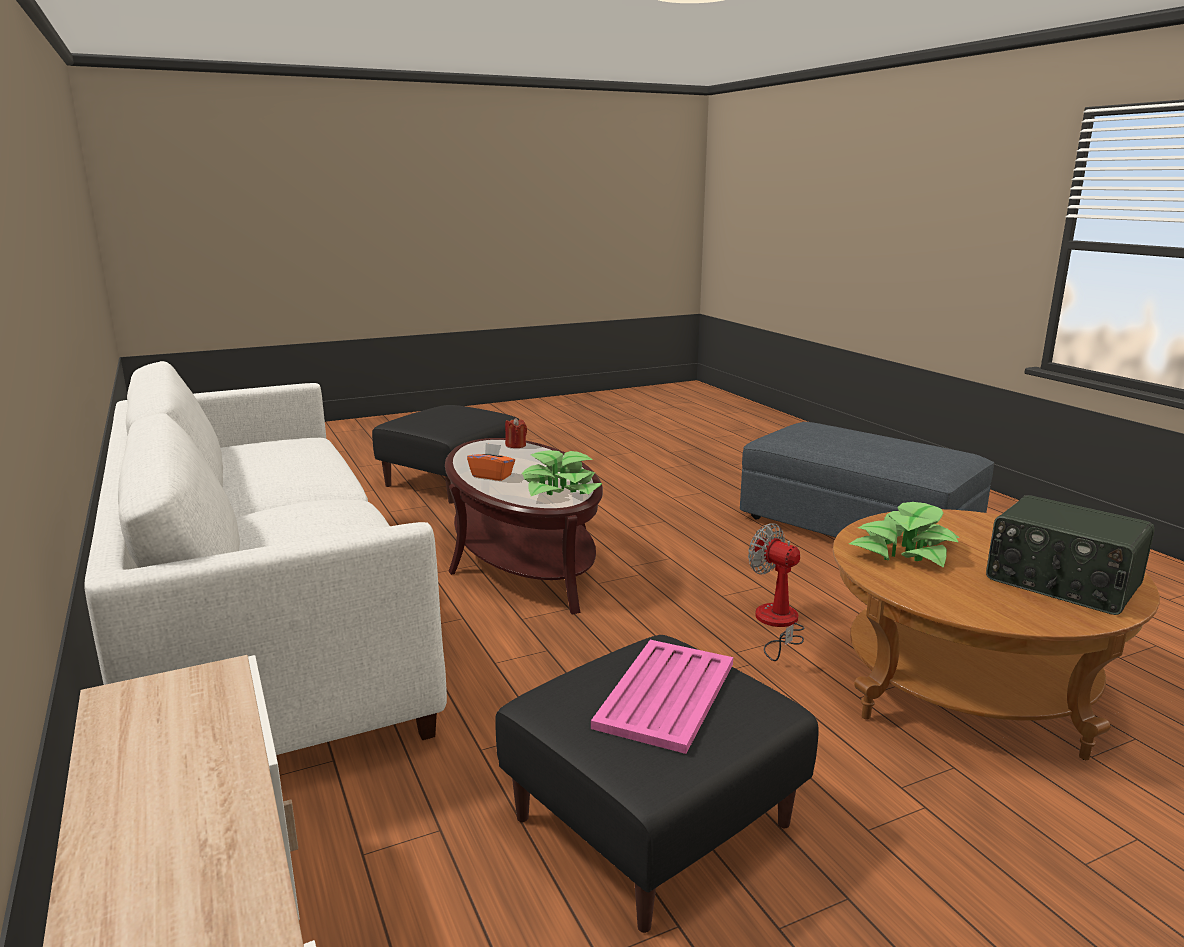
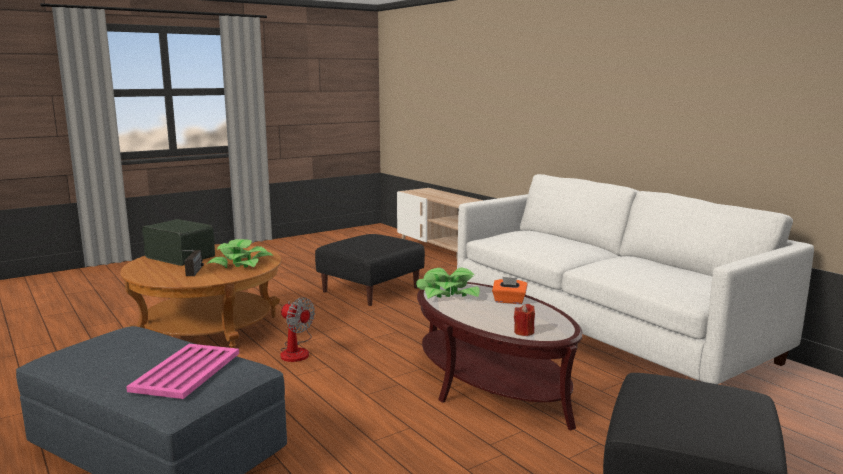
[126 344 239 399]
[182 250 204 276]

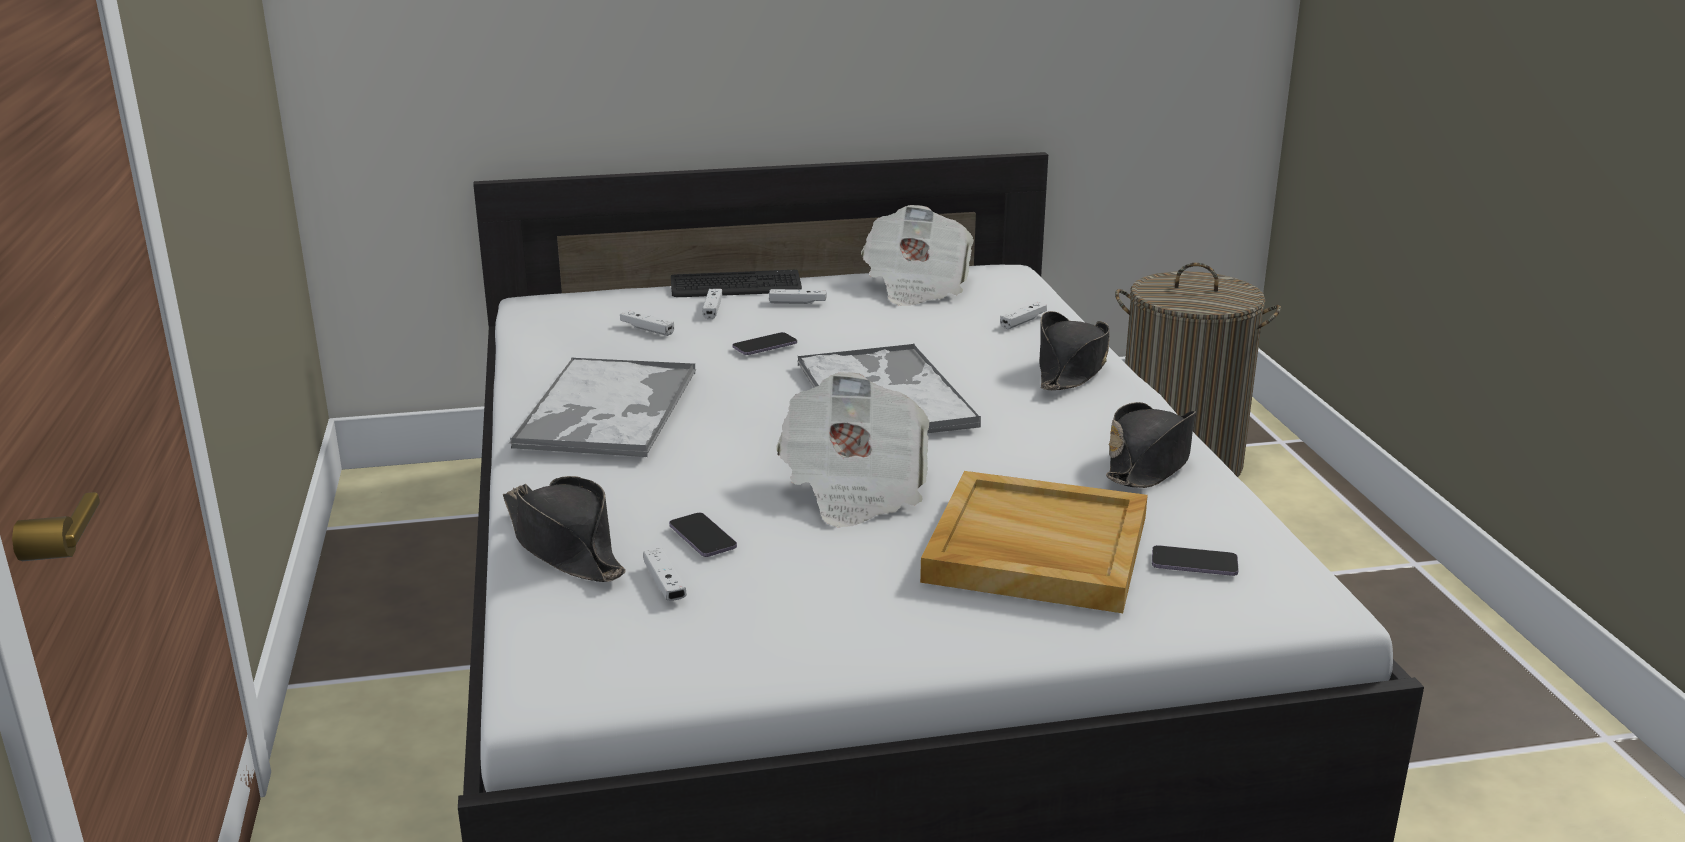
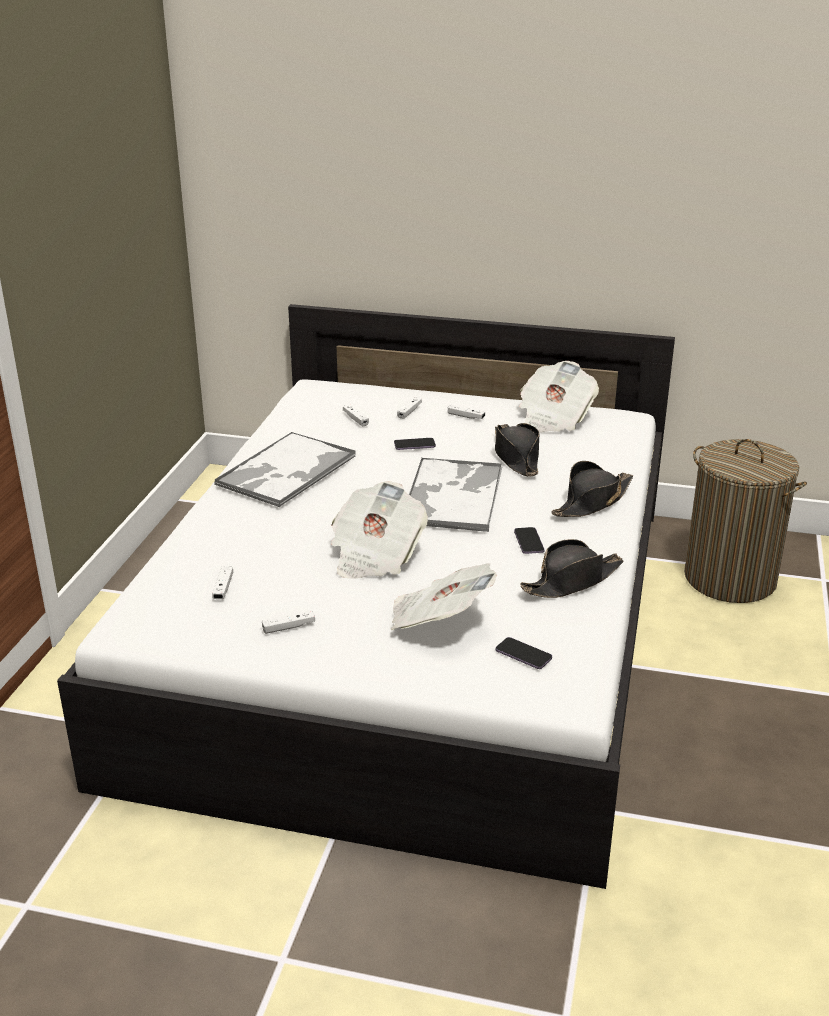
[495 423 540 477]
[514 527 545 554]
[671 270 802 297] (first image)
[390 563 497 630]
[262 610 315 634]

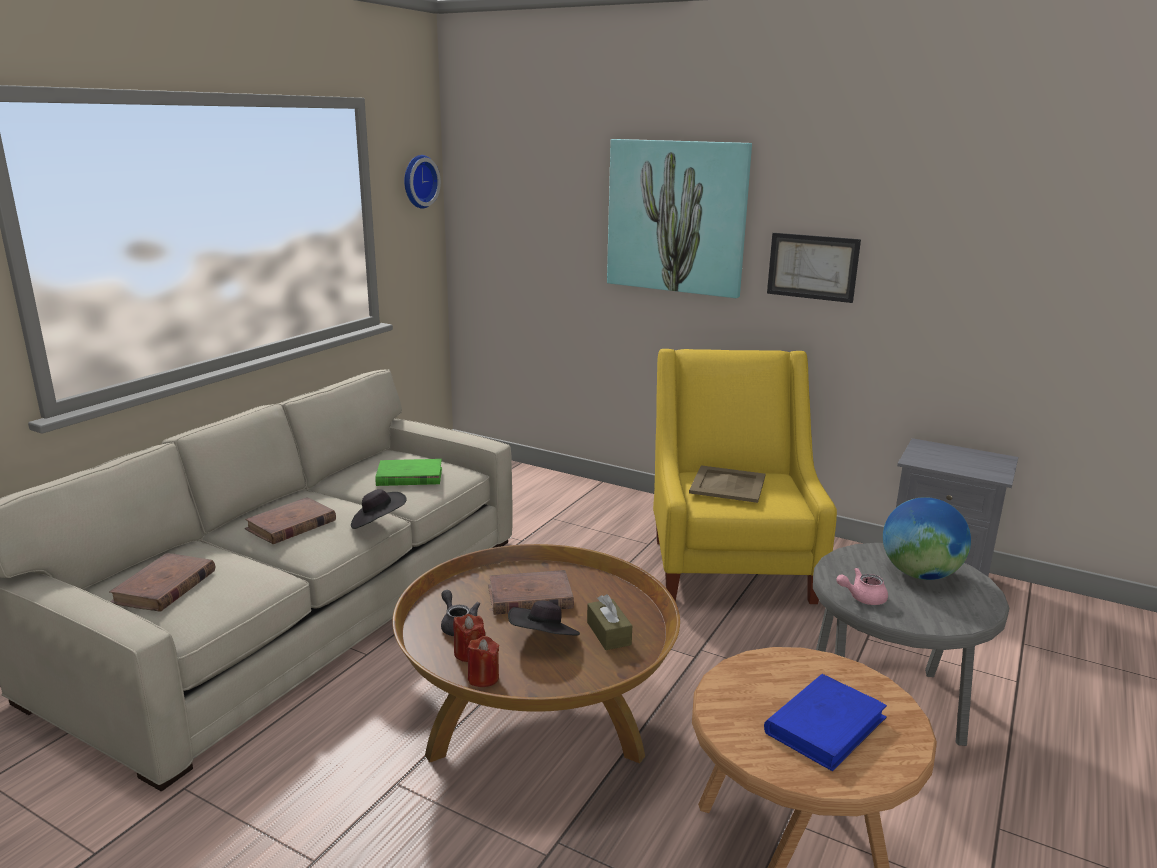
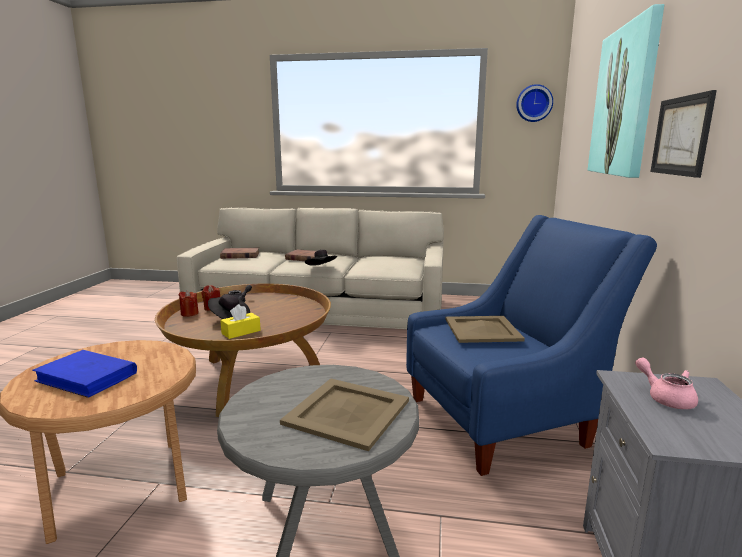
[375 459 442 486] (first image)
[488 570 574 615] (first image)
[220 304 261 339]
[406 215 657 476]
[635 357 698 409]
[280 378 409 451]

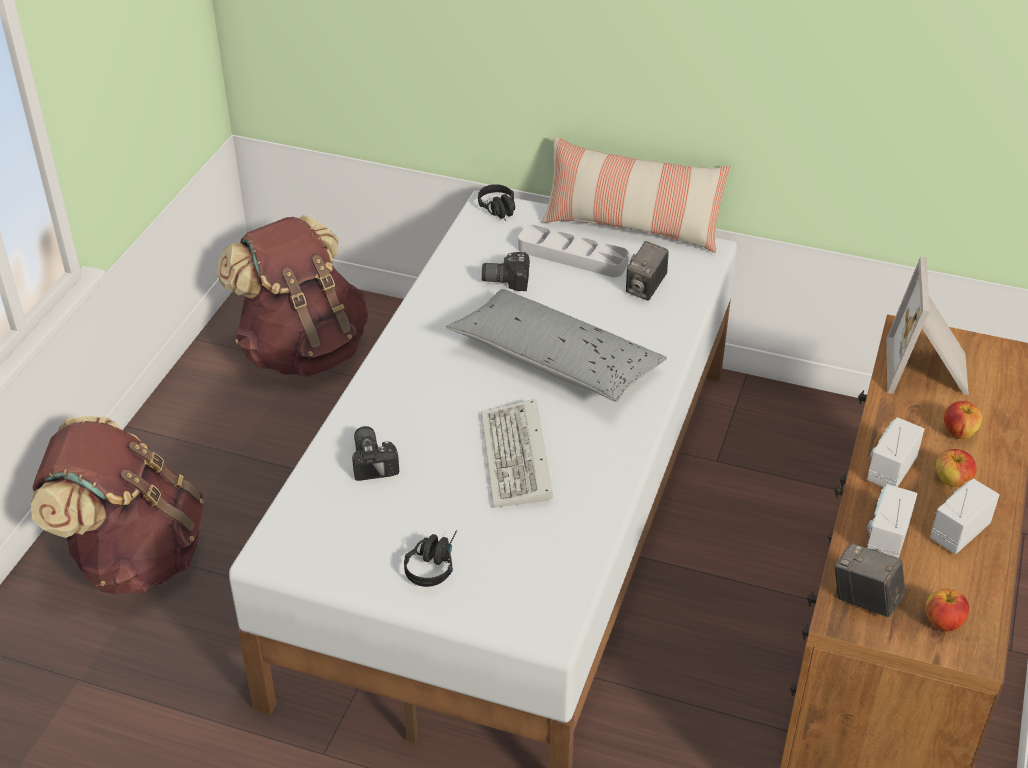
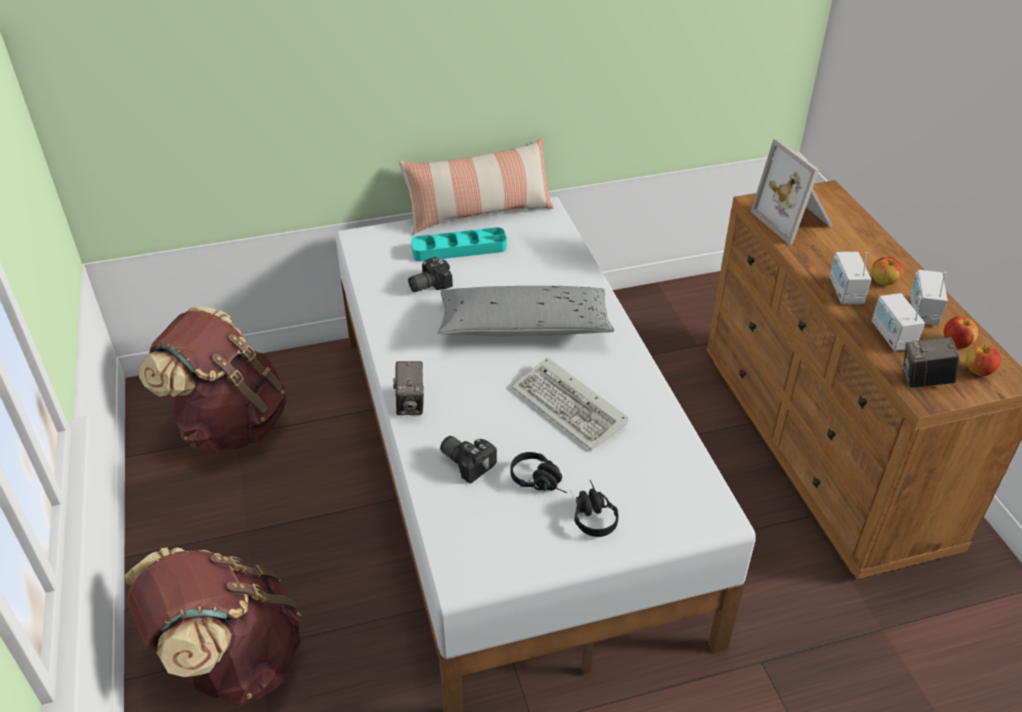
[510 452 568 493]
[411 227 507 261]
[393 361 424 415]
[944 317 978 349]

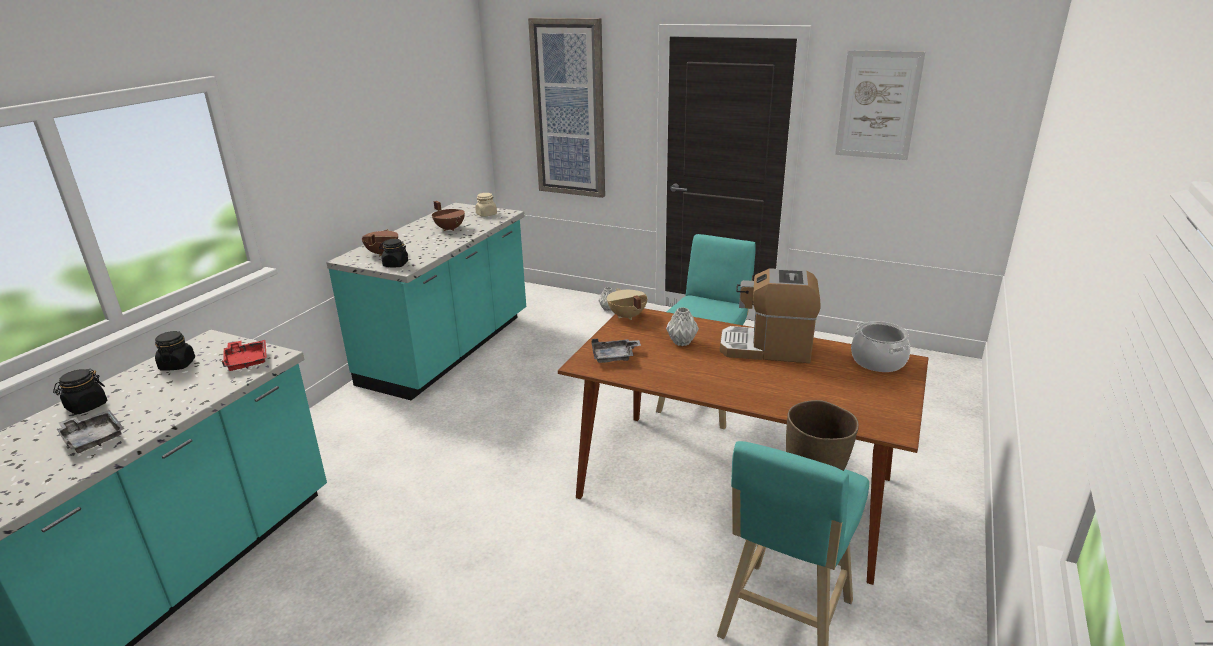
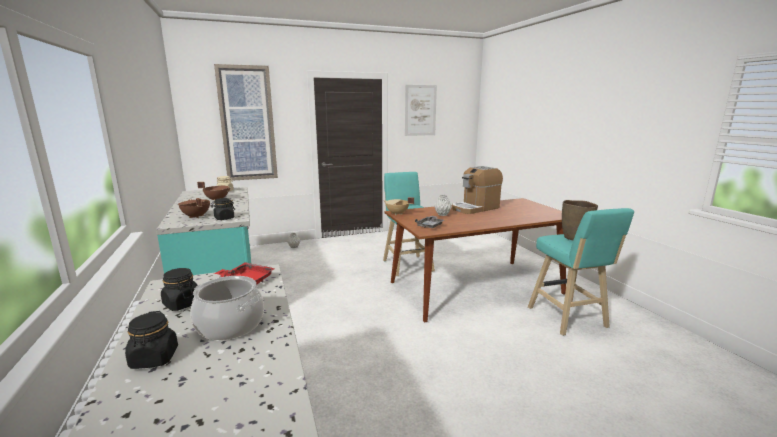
[57 410 124 453] (first image)
[190 276 264 340]

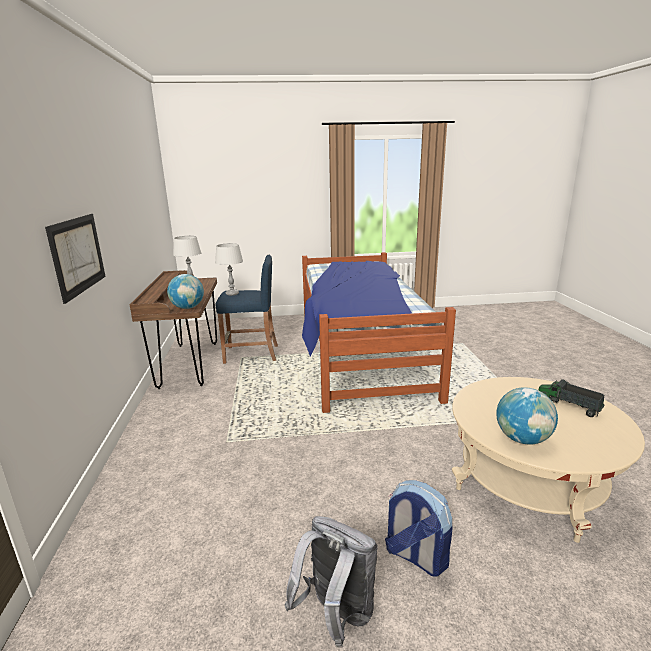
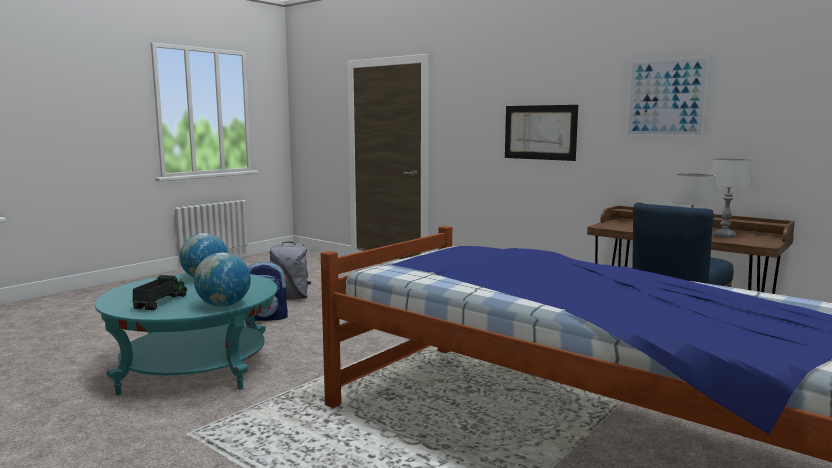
[194 253 251 307]
[95 273 277 395]
[132 275 187 310]
[625 56 711 137]

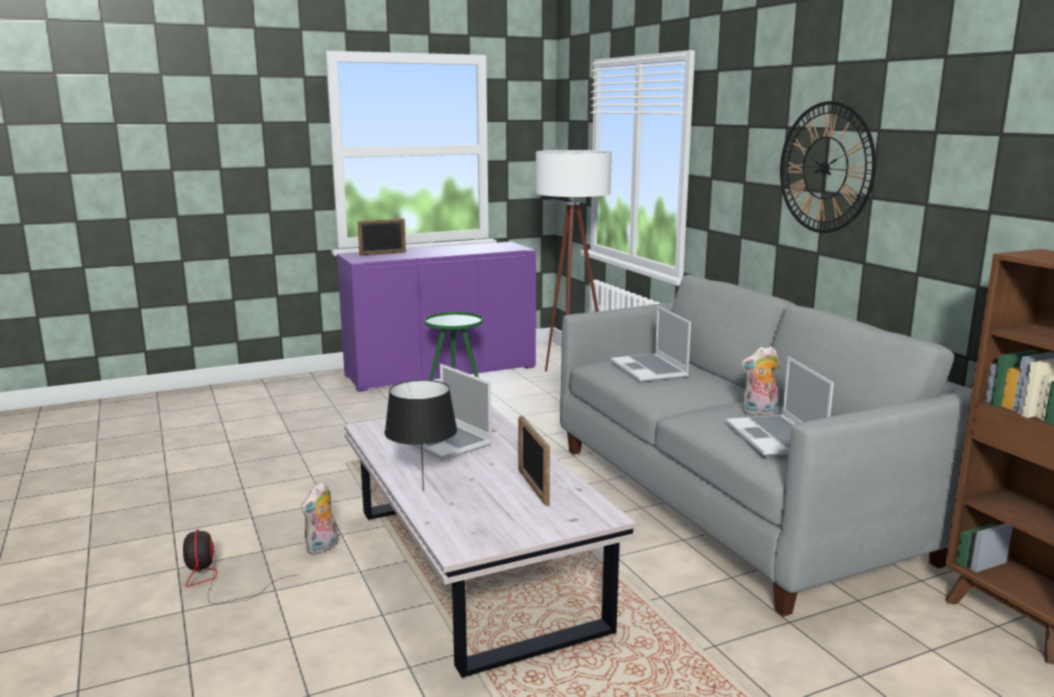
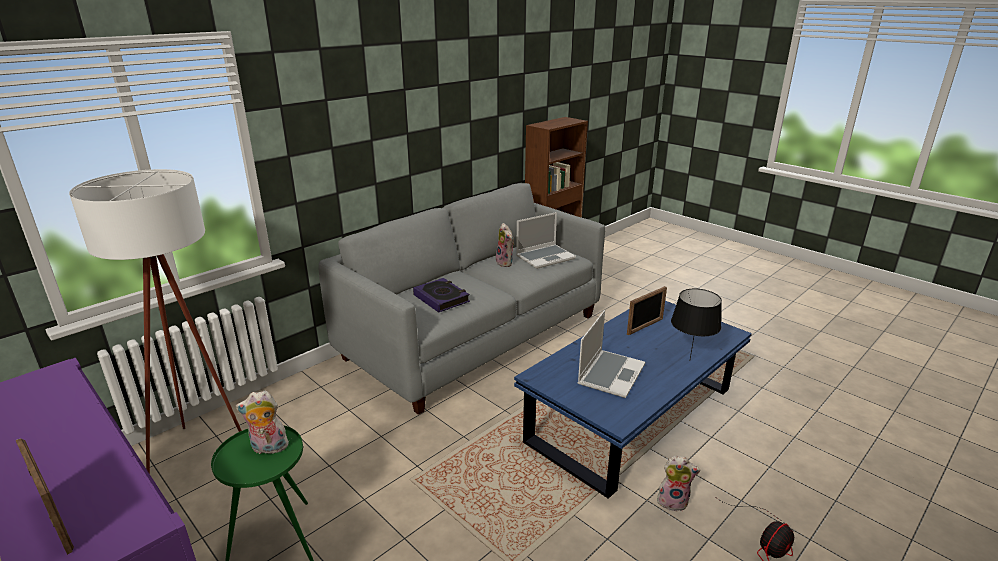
[514 301 752 499]
[413 278 470 313]
[780 101 876 233] (first image)
[236 391 289 454]

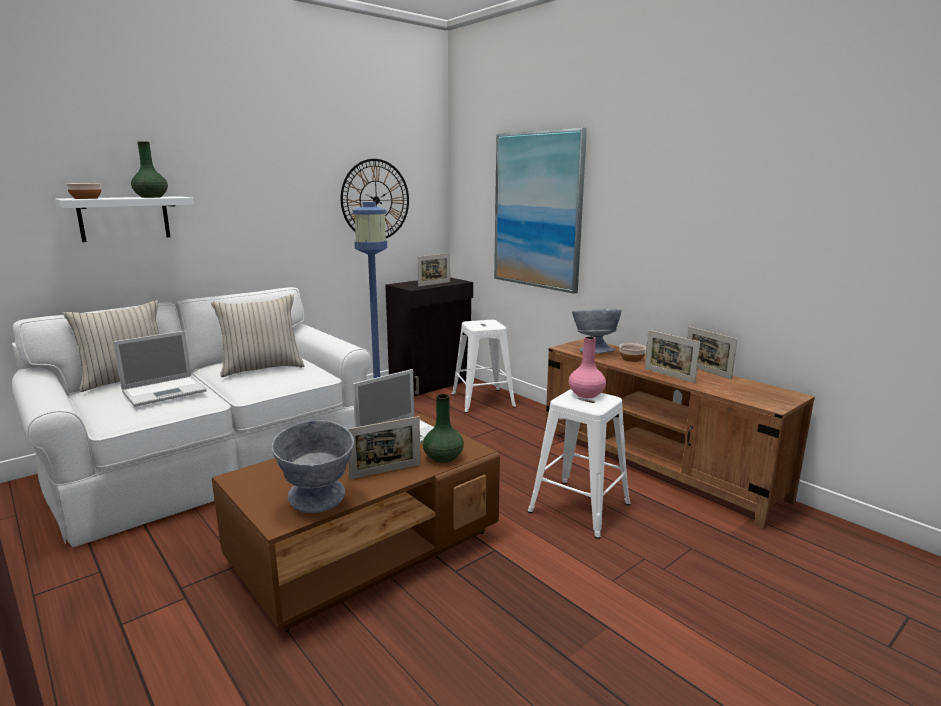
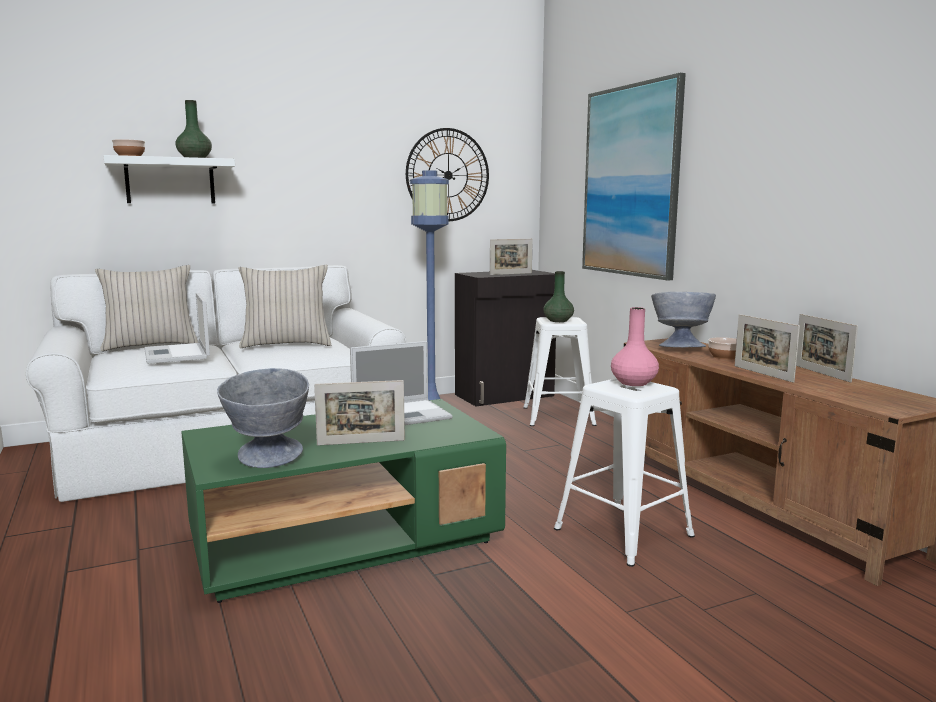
[144 293 210 364]
[182 399 506 603]
[543 271 574 322]

